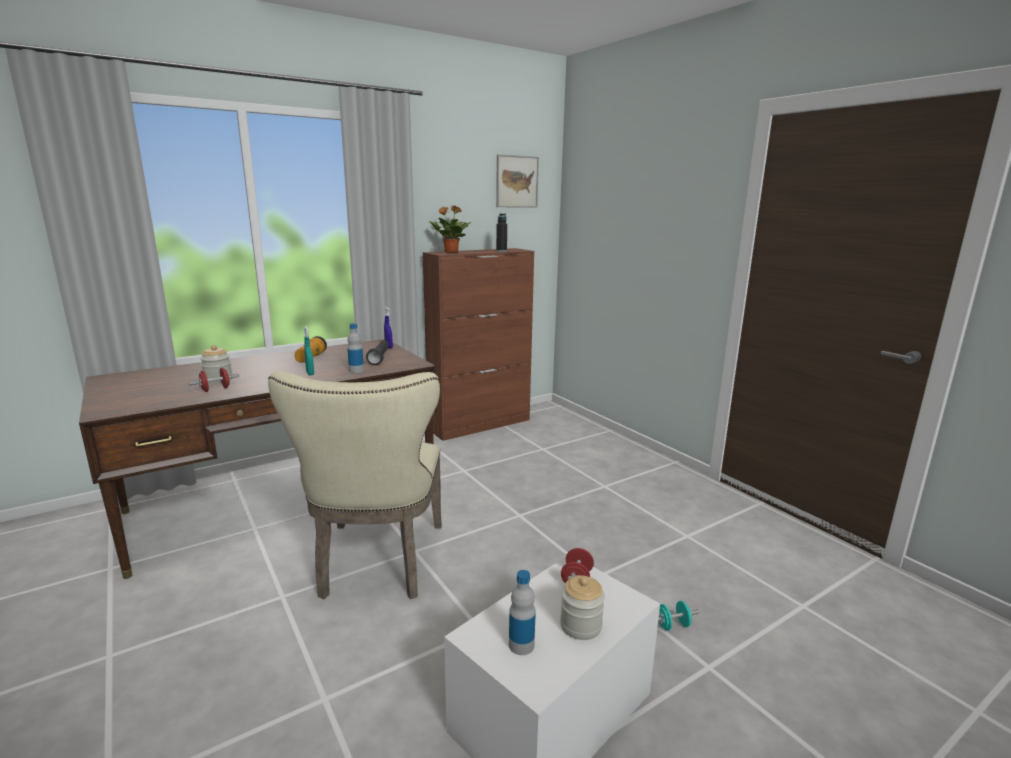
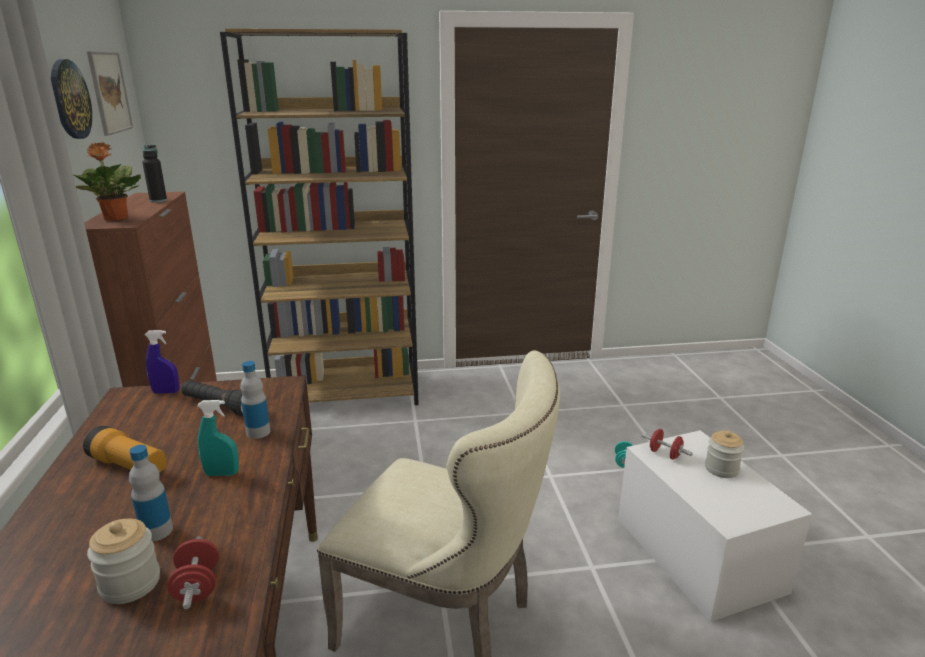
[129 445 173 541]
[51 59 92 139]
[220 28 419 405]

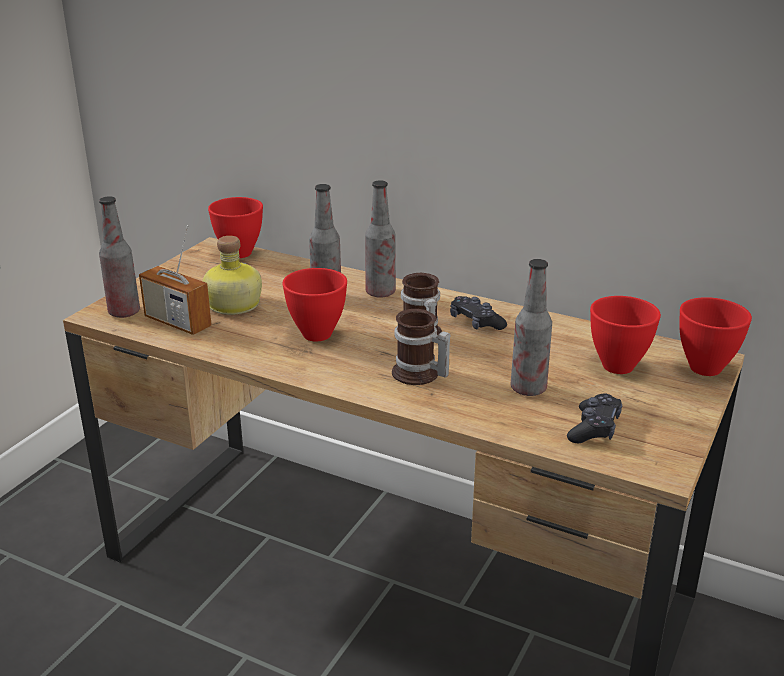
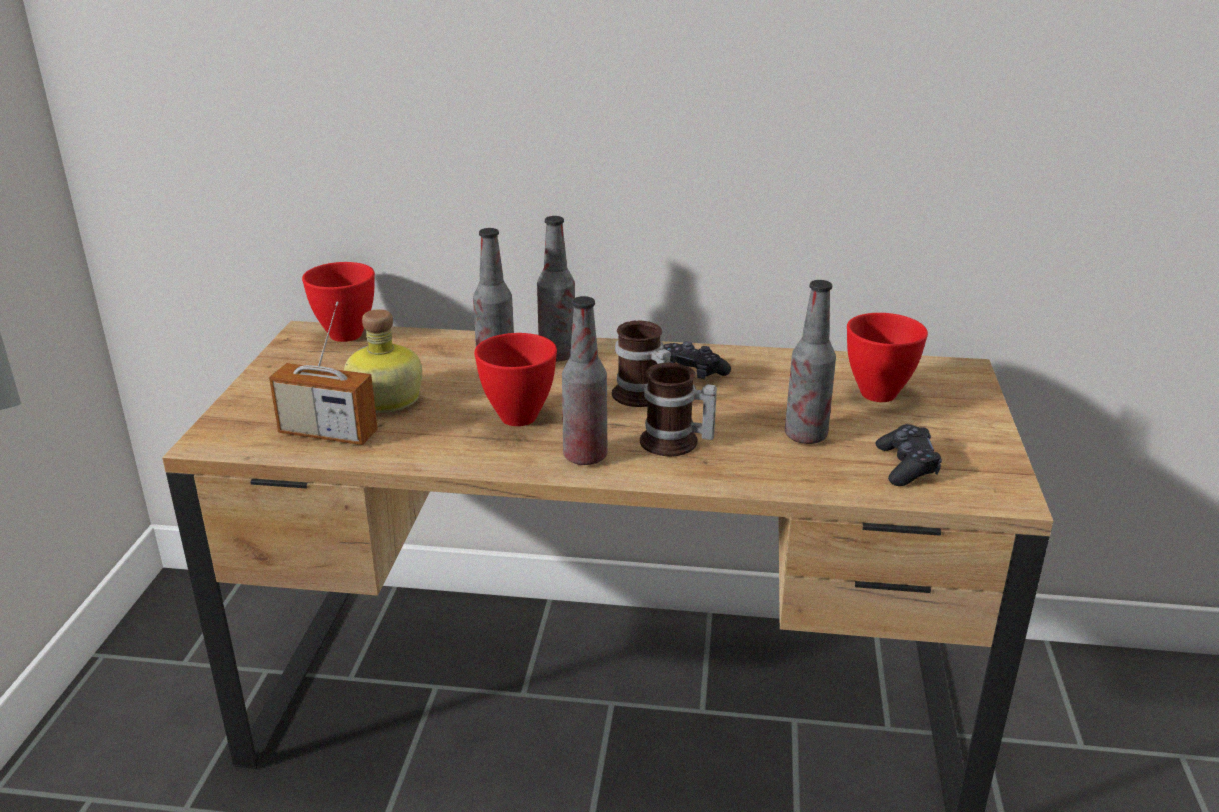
[562 296 607 465]
[679 297 752 376] (first image)

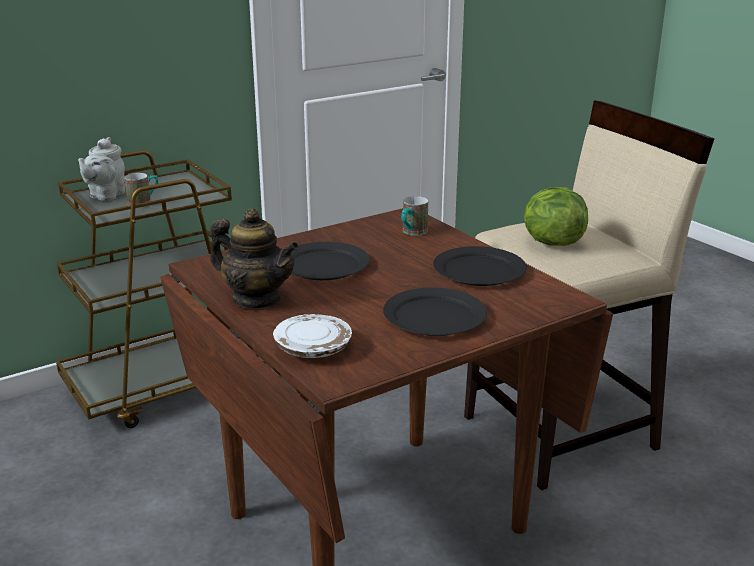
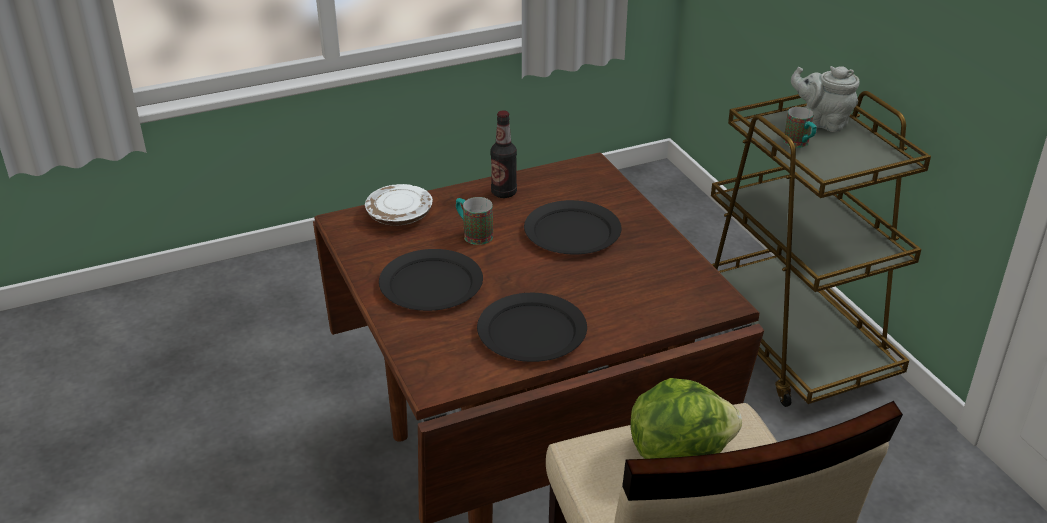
[490 110 517 198]
[456 197 493 245]

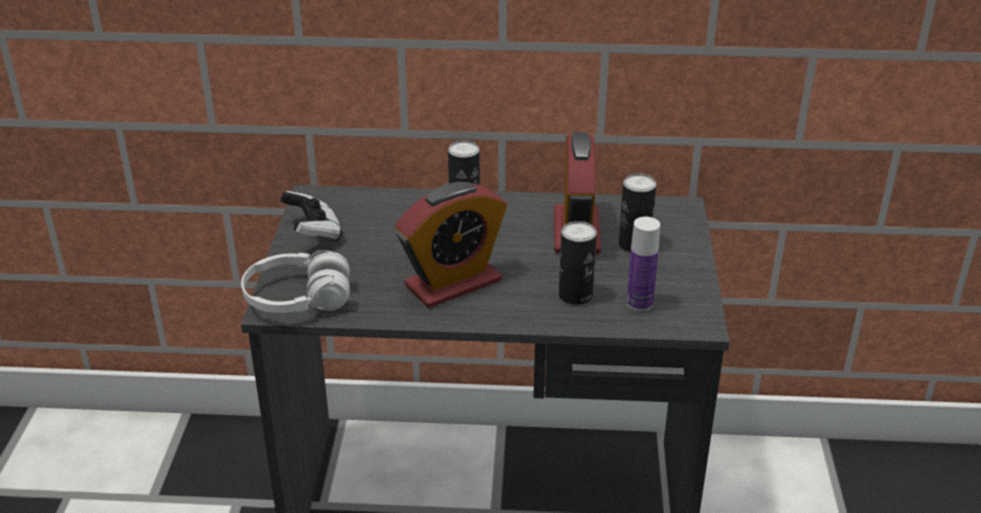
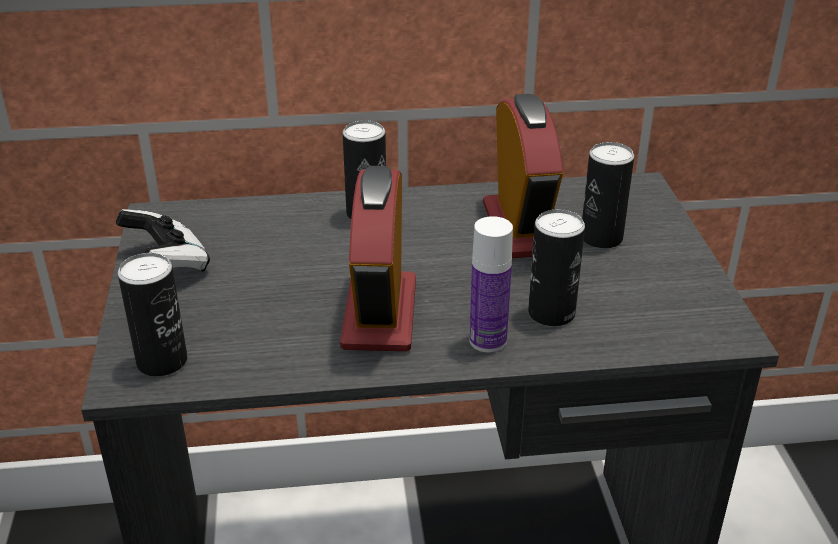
[118 253 187 376]
[340 166 416 351]
[469 216 513 353]

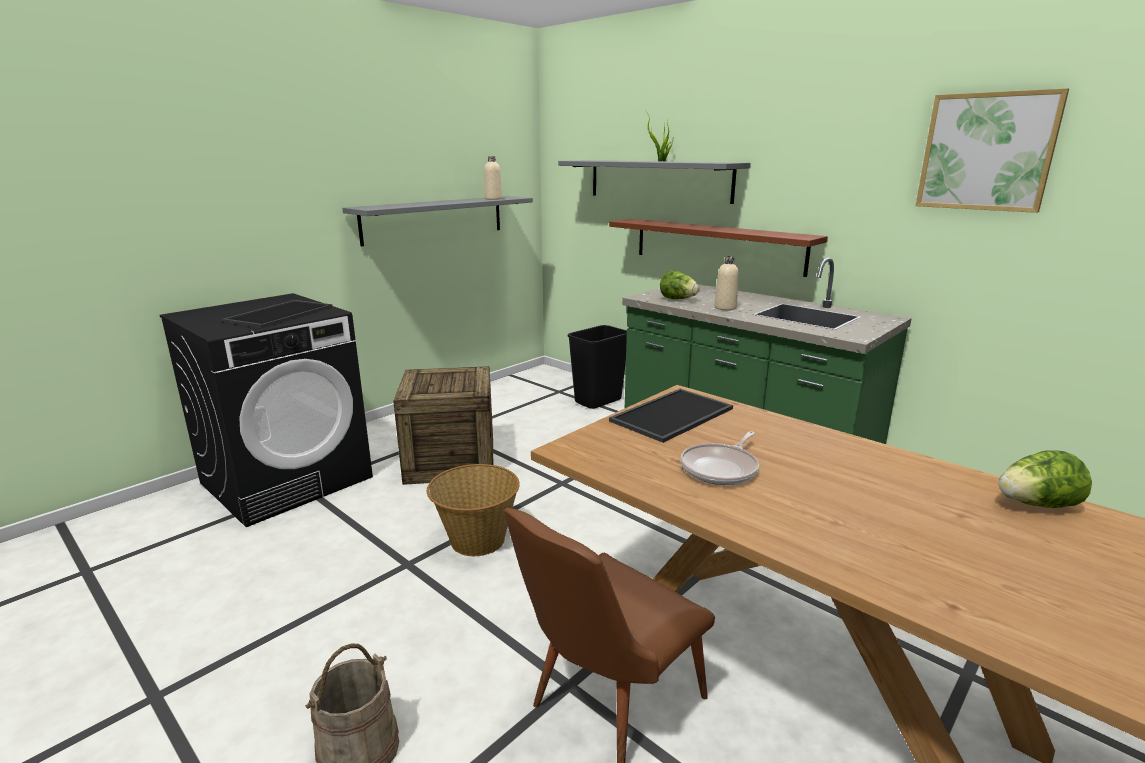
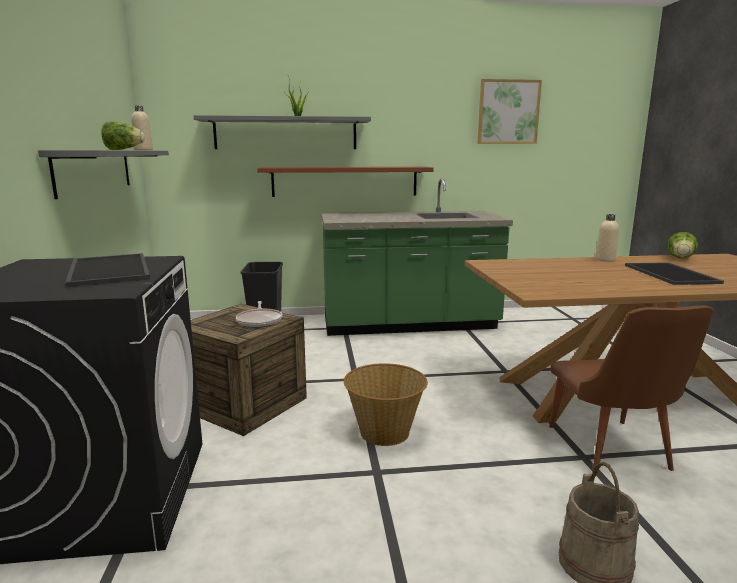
[625 262 724 285]
[101 122 145 150]
[236 301 283 328]
[595 214 619 262]

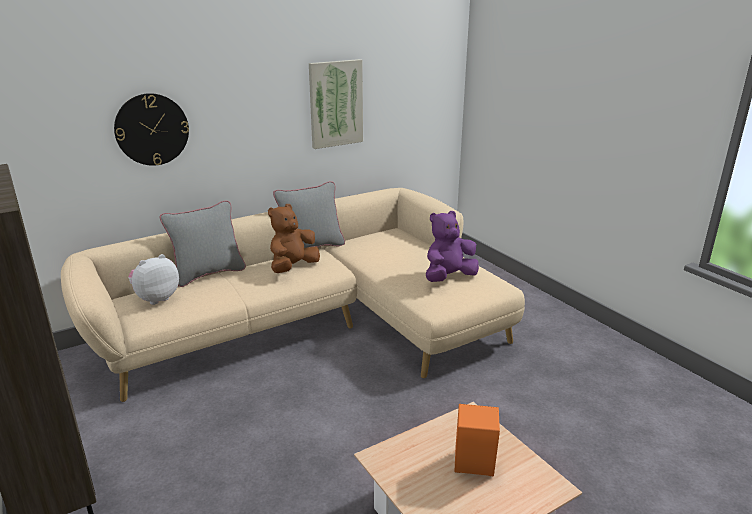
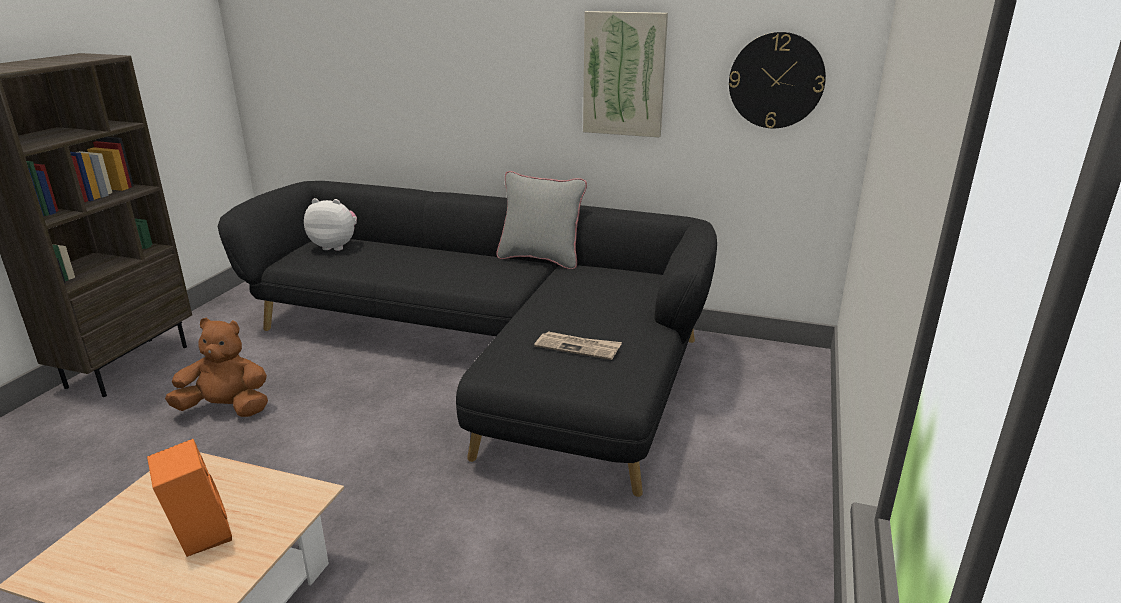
[217 181 717 497]
[729 32 826 128]
[159 201 246 287] (first image)
[165 318 268 417]
[534 331 622 360]

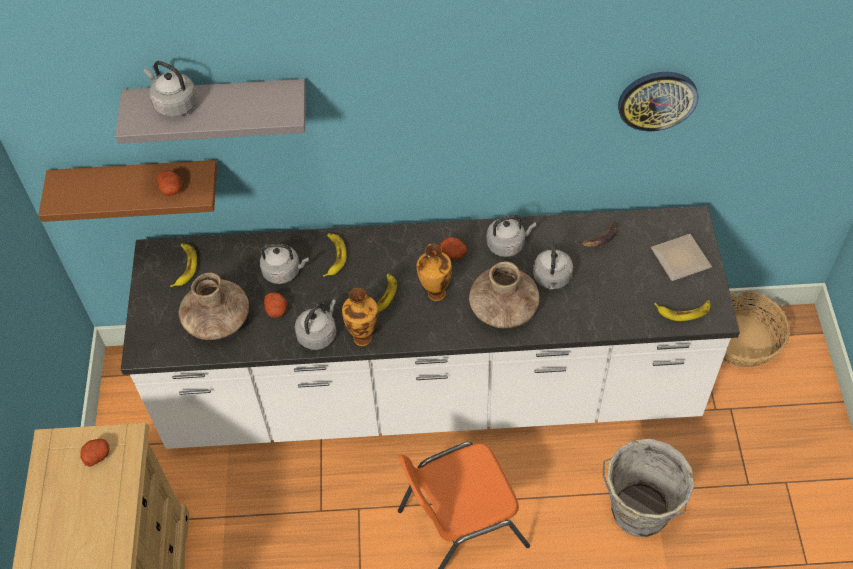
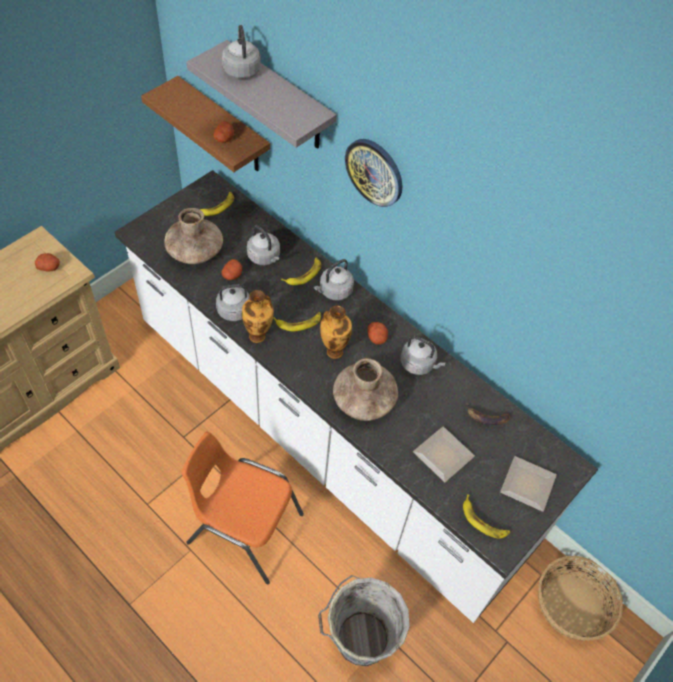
[314 259 354 301]
[345 139 402 207]
[413 426 475 482]

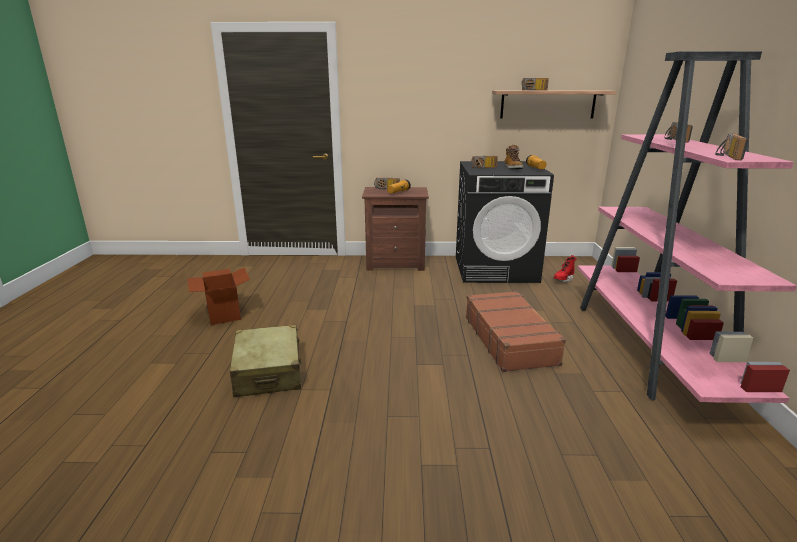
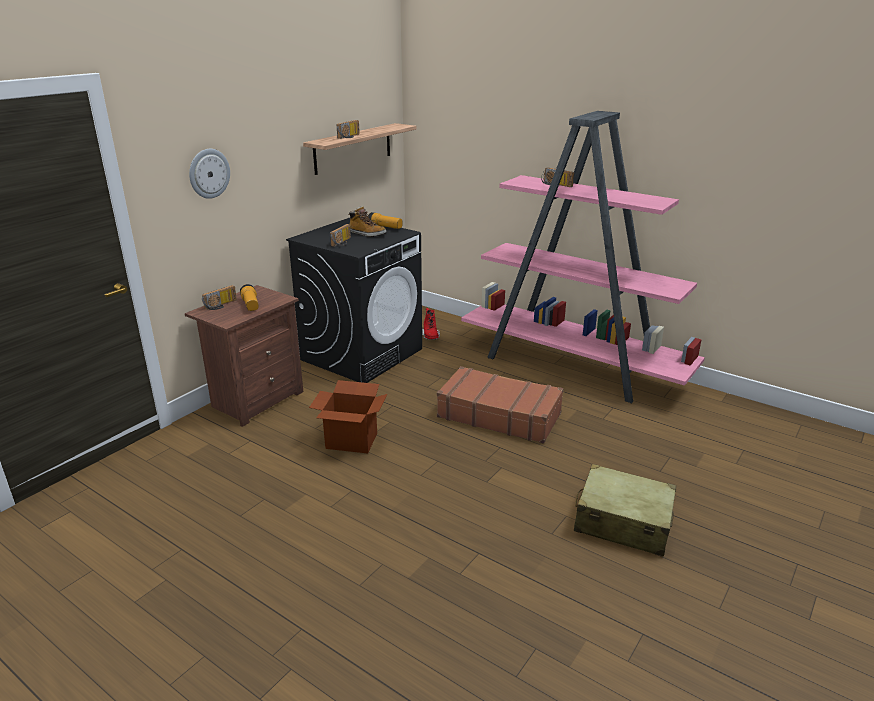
[309 380 387 453]
[574 464 676 557]
[715 134 748 160] (first image)
[189 149 230 199]

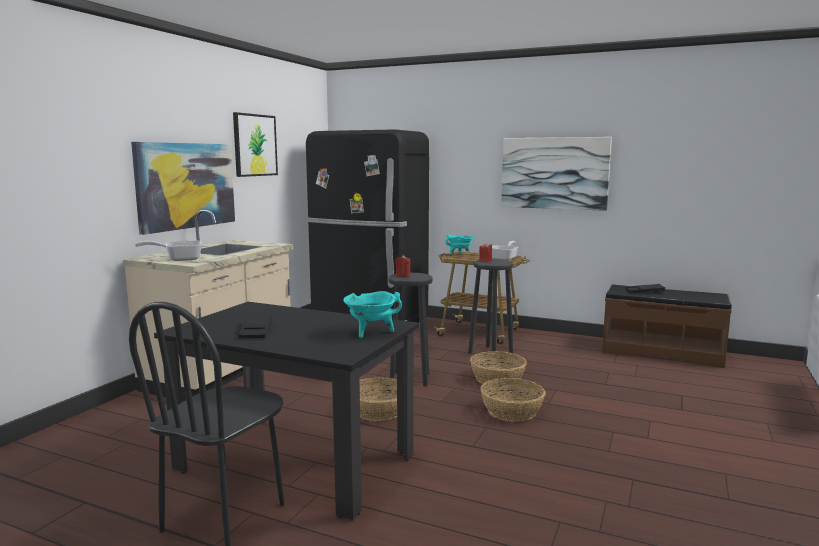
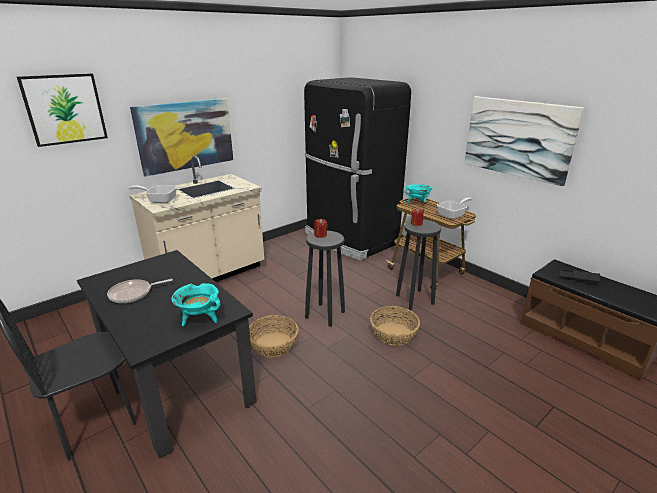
[17 73 108 147]
[107 279 173 303]
[480 378 546 422] (first image)

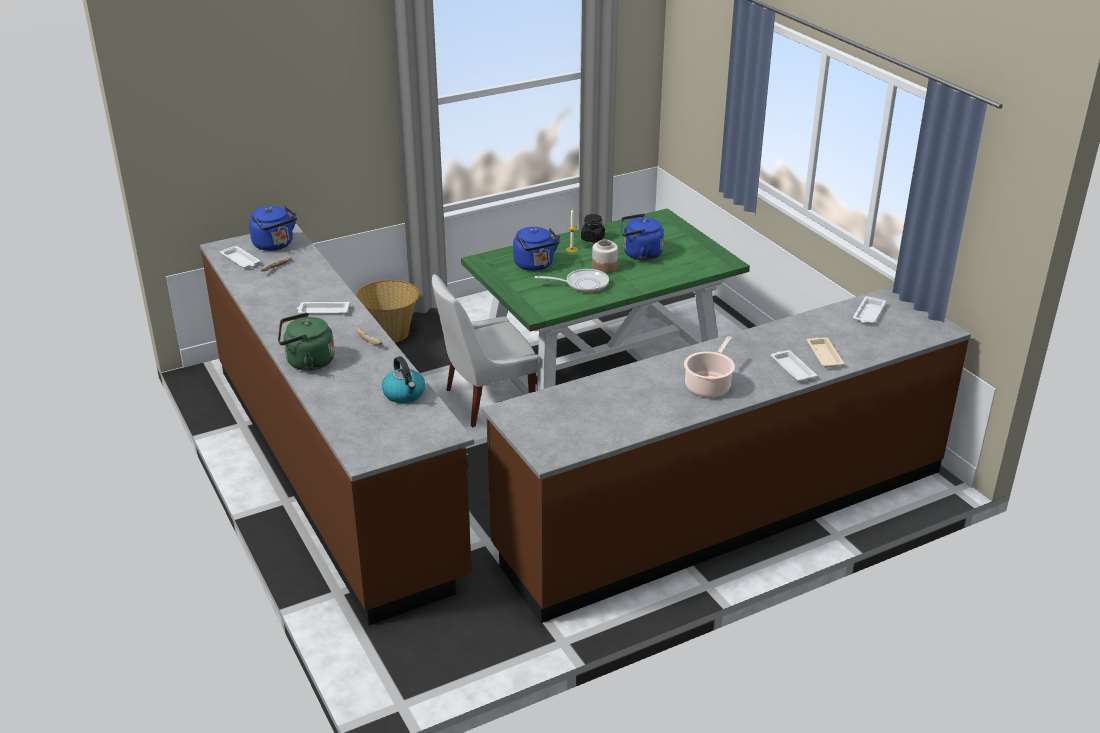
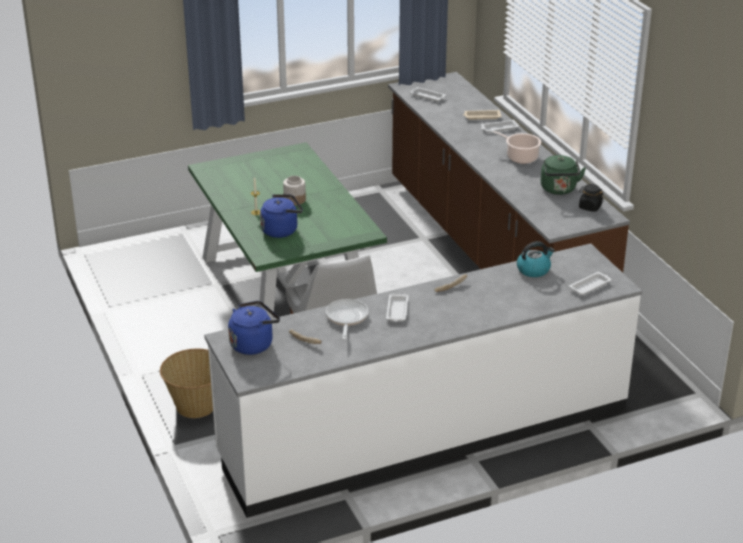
[204 243 642 518]
[568 272 612 295]
[541 155 586 195]
[326 299 368 340]
[579 184 603 212]
[621 214 664 261] (first image)

